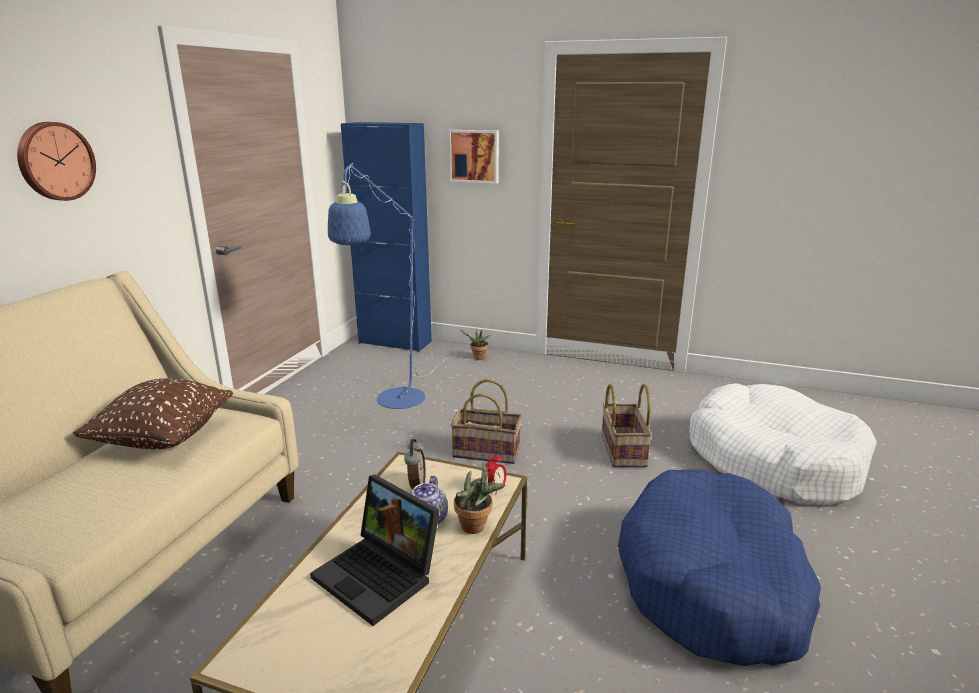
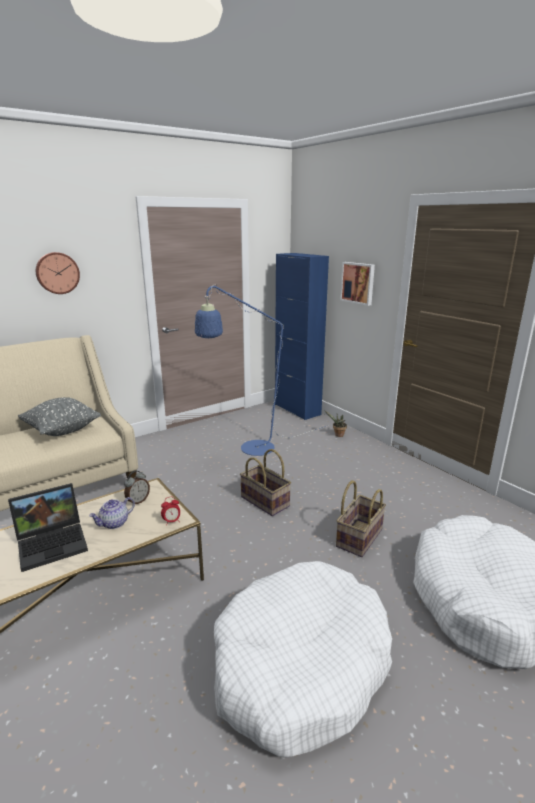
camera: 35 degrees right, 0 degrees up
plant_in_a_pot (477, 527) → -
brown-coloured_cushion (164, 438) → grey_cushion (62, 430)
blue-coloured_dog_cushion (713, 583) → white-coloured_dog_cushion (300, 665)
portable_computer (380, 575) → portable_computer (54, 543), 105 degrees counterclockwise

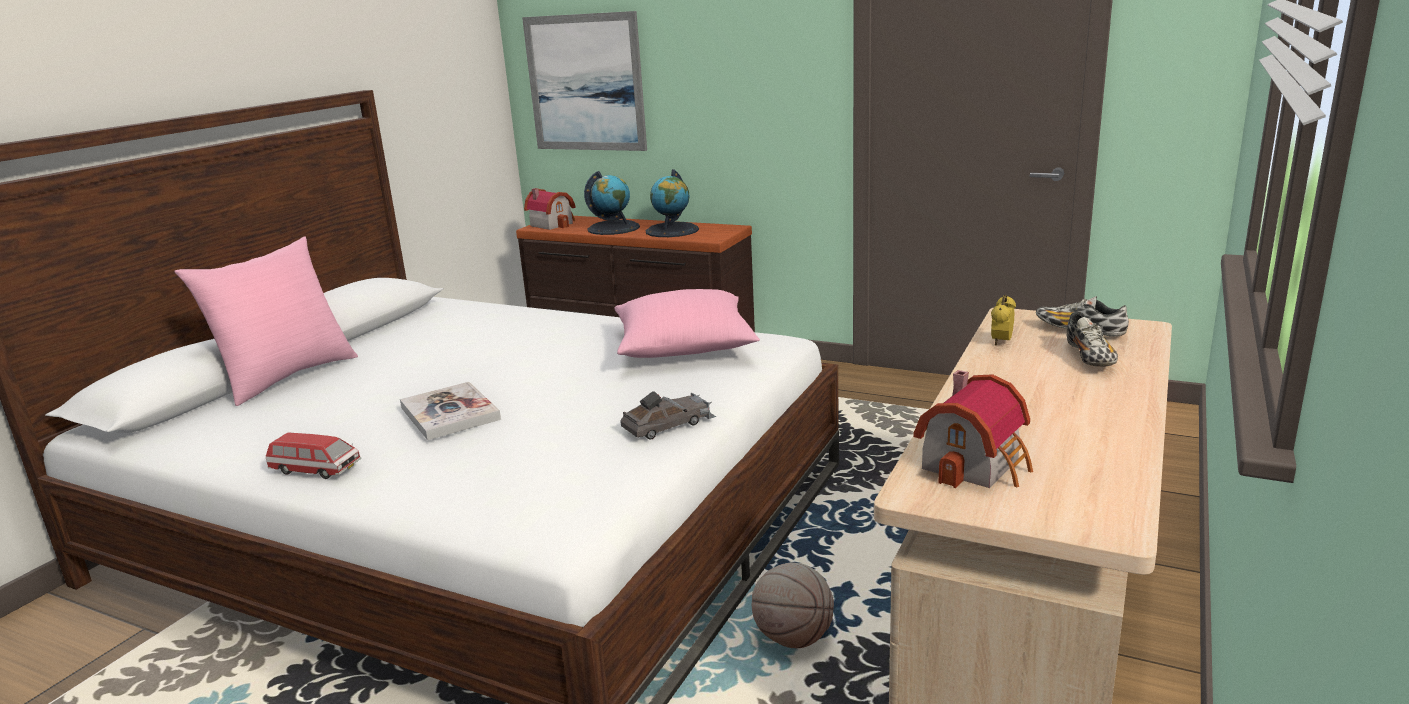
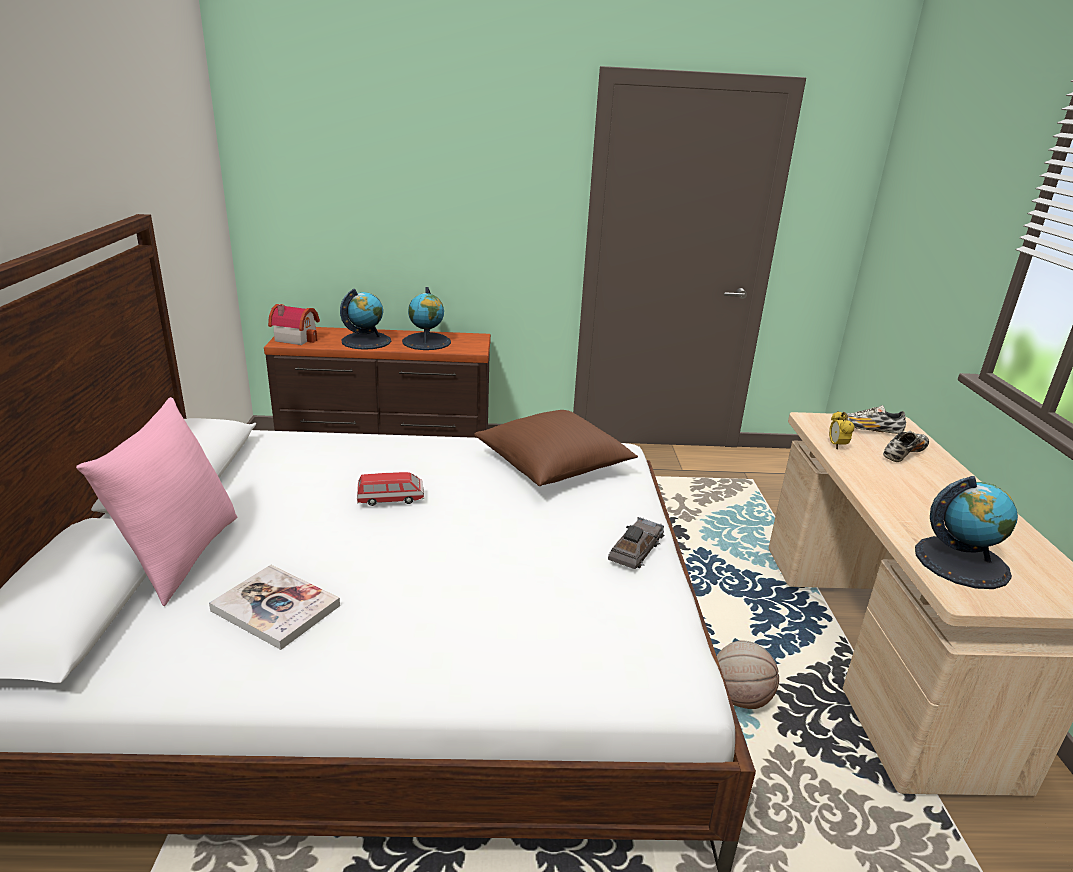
camera: 30 degrees left, 5 degrees up
picture (585, 83) → -
model_car (315, 470) → model_car (391, 499), relocated
book (450, 413) → book (276, 608), relocated
toy_house (977, 464) → globe (961, 562)
pinkish_cushion (684, 347) → brown-coloured_cushion (553, 465)
item_of_footwear (1090, 358) → item_of_footwear (904, 454), 105 degrees counterclockwise

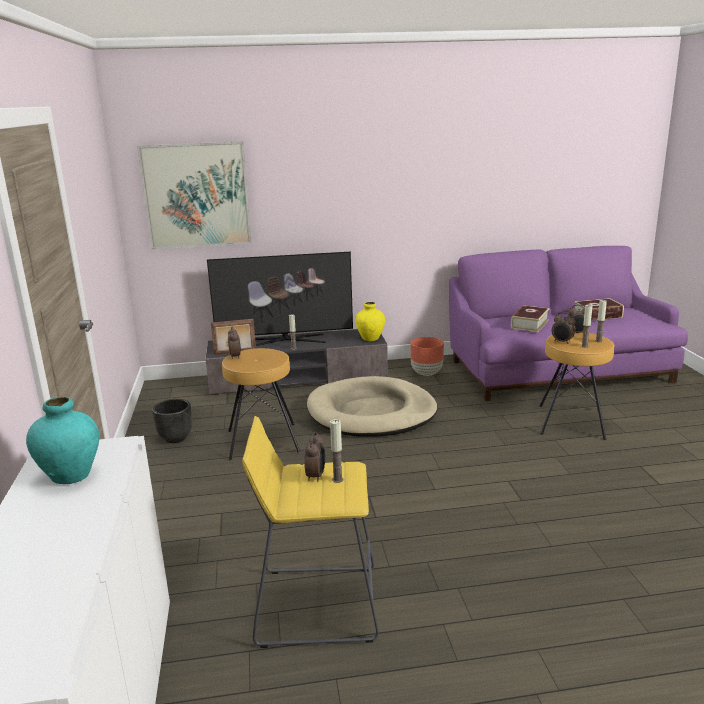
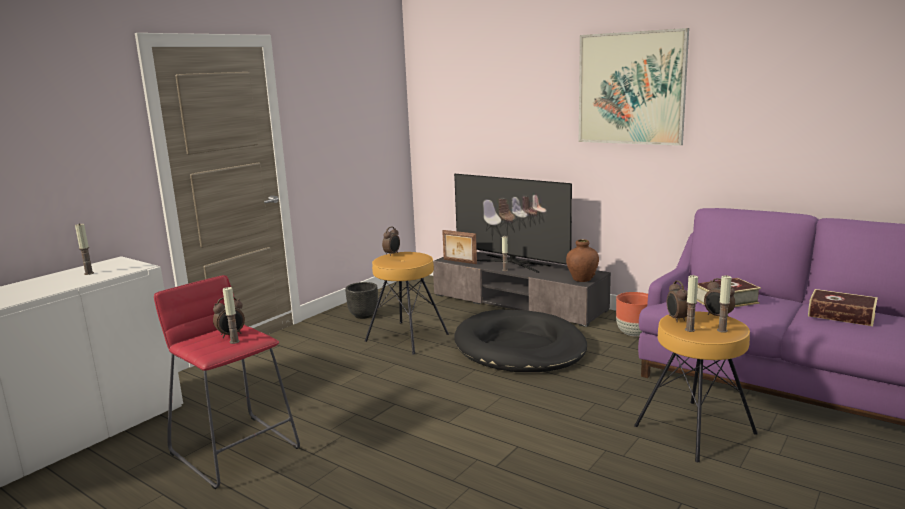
camera: 45 degrees right, 5 degrees down
picture (196, 195) → picture (631, 88), relocated
blue-green_decorative_vase (71, 476) → candle (89, 273)
yellow-coloured_stool_seat (317, 604) → red-coloured_stool_seat (235, 450)
beige-coloured_dog_cushion (371, 413) → black_dog_cushion (519, 347)
yellow-coloured_decorative_vase (370, 338) → brown-coloured_decorative_vase (582, 279)

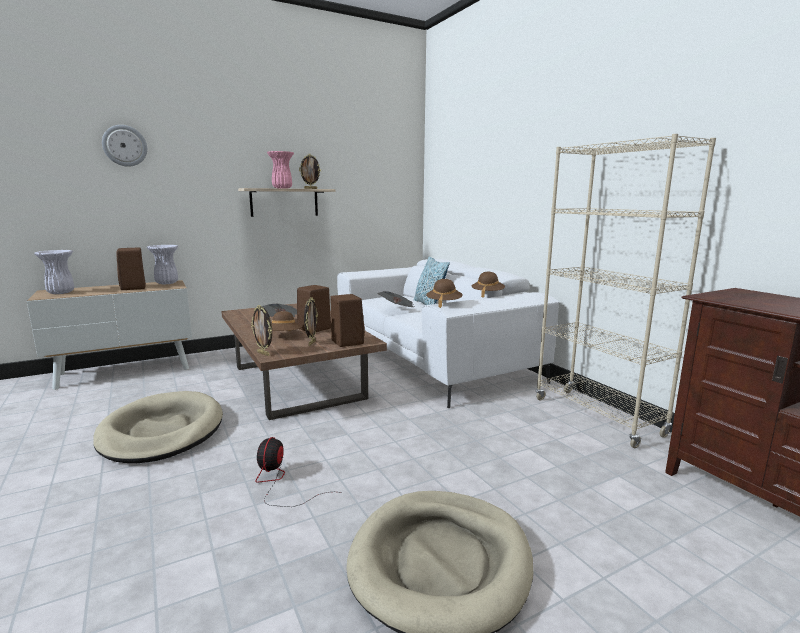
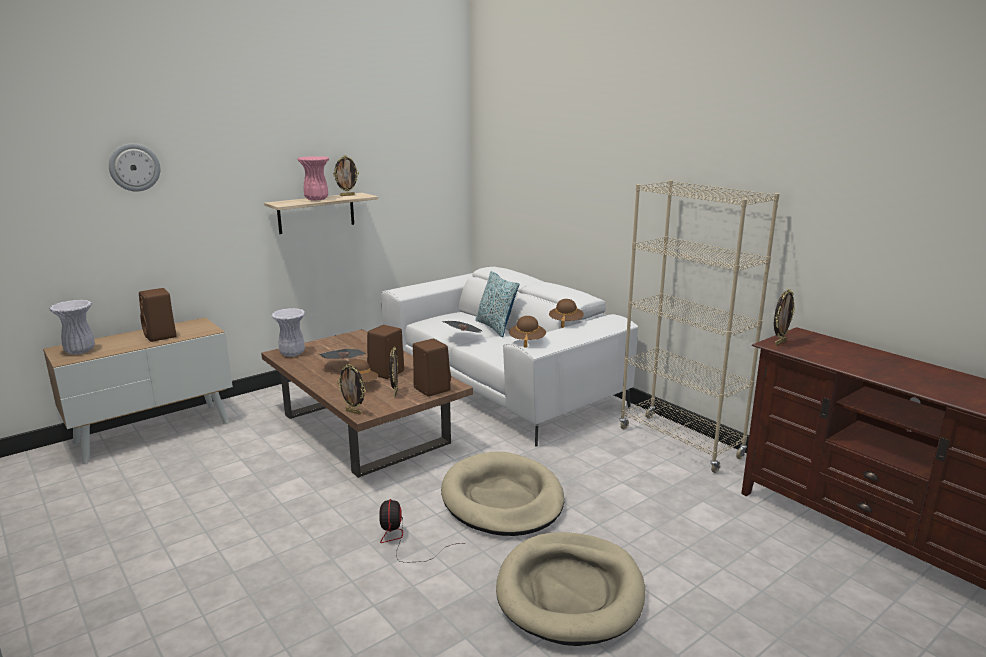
camera: 10 degrees left, 5 degrees up
- → standing_frame (779, 343)
beige-coloured_dog_cushion (162, 431) → beige-coloured_dog_cushion (502, 499), relocated
white-coloured_decorative_vase (167, 283) → white-coloured_decorative_vase (292, 353), relocated

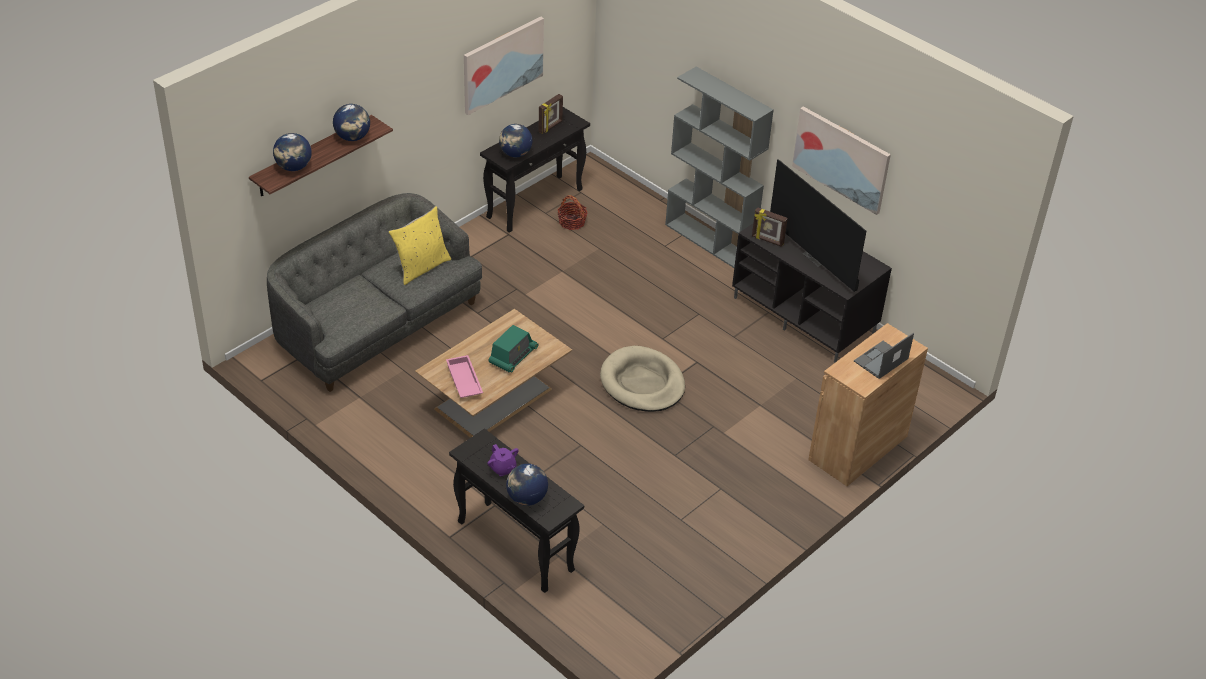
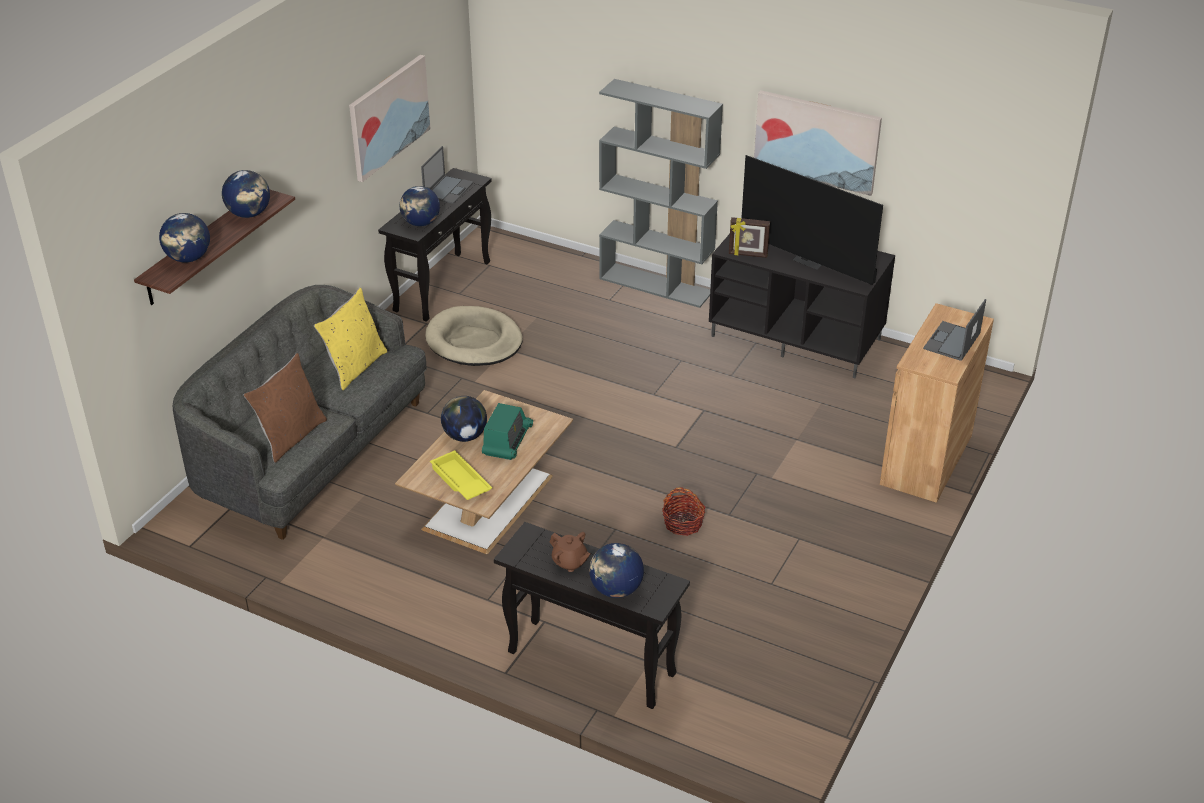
camera: 15 degrees left, 5 degrees down
- → brown-coloured_cushion (291, 437)
- → globe (465, 436)
basket (572, 222) → basket (683, 523), relocated
beige-coloured_dog_cushion (642, 383) → beige-coloured_dog_cushion (474, 341), relocated
standing_frame (550, 127) → portable_computer (448, 189)
pinkish_serving_tray (463, 381) → yellow-coloured_serving_tray (459, 481)
purple_teapot (503, 468) → brown-coloured_teapot (570, 562)

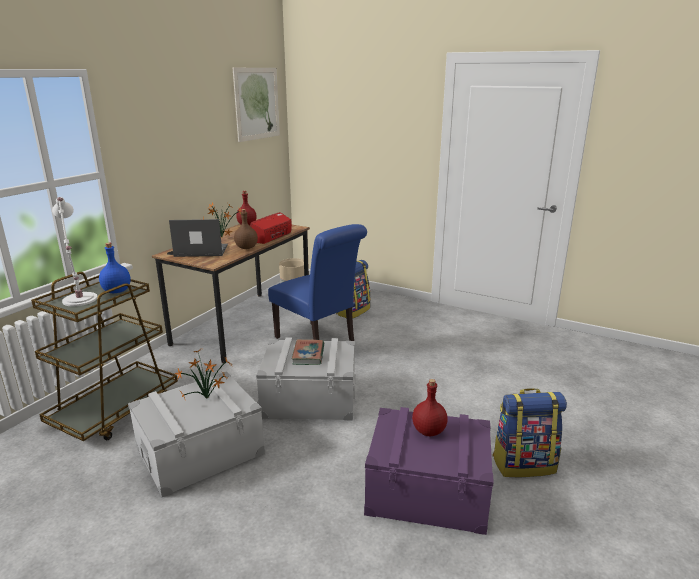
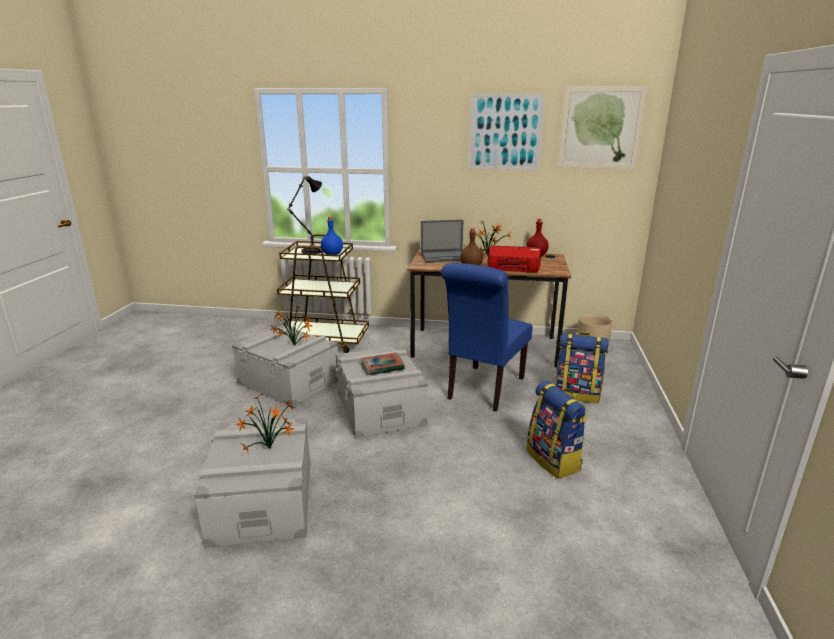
camera: 70 degrees right, 0 degrees up
- → picture (505, 132)
knapsack (523, 464) → knapsack (554, 460), relocated
red-coloured_bottle (428, 431) → plant_in_a_pot (271, 448)
white-coloured_lamp_for_a_table (80, 301) → black_lamp_for_a_table (311, 251)
purple_storage_container (427, 489) → grey_storage_container (263, 501)
portable_computer (200, 251) → portable_computer (445, 257), 105 degrees clockwise

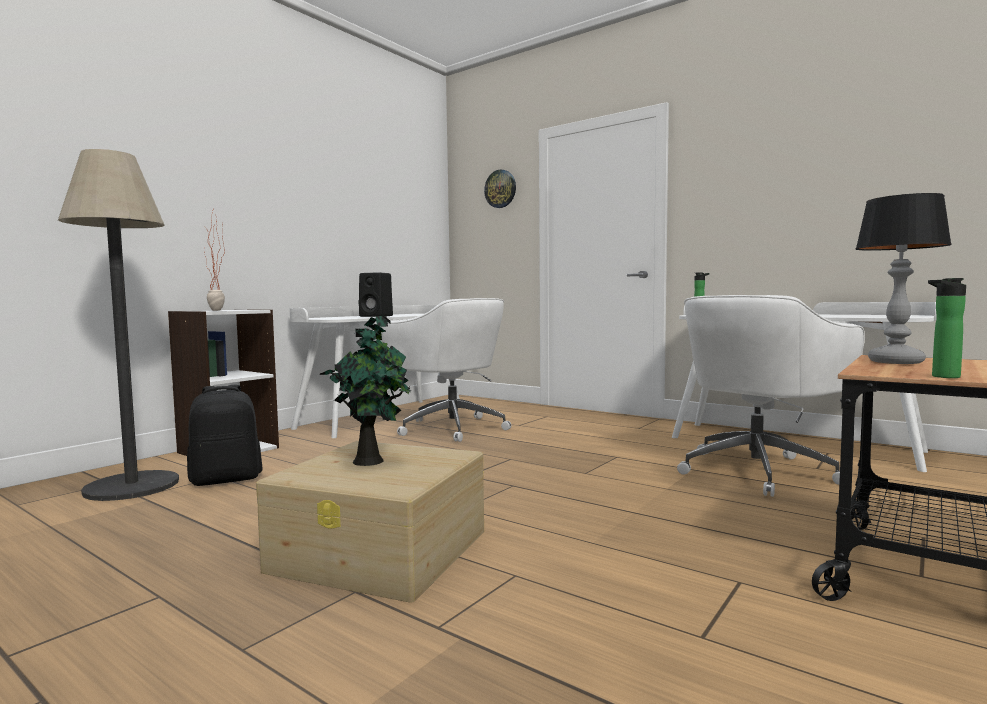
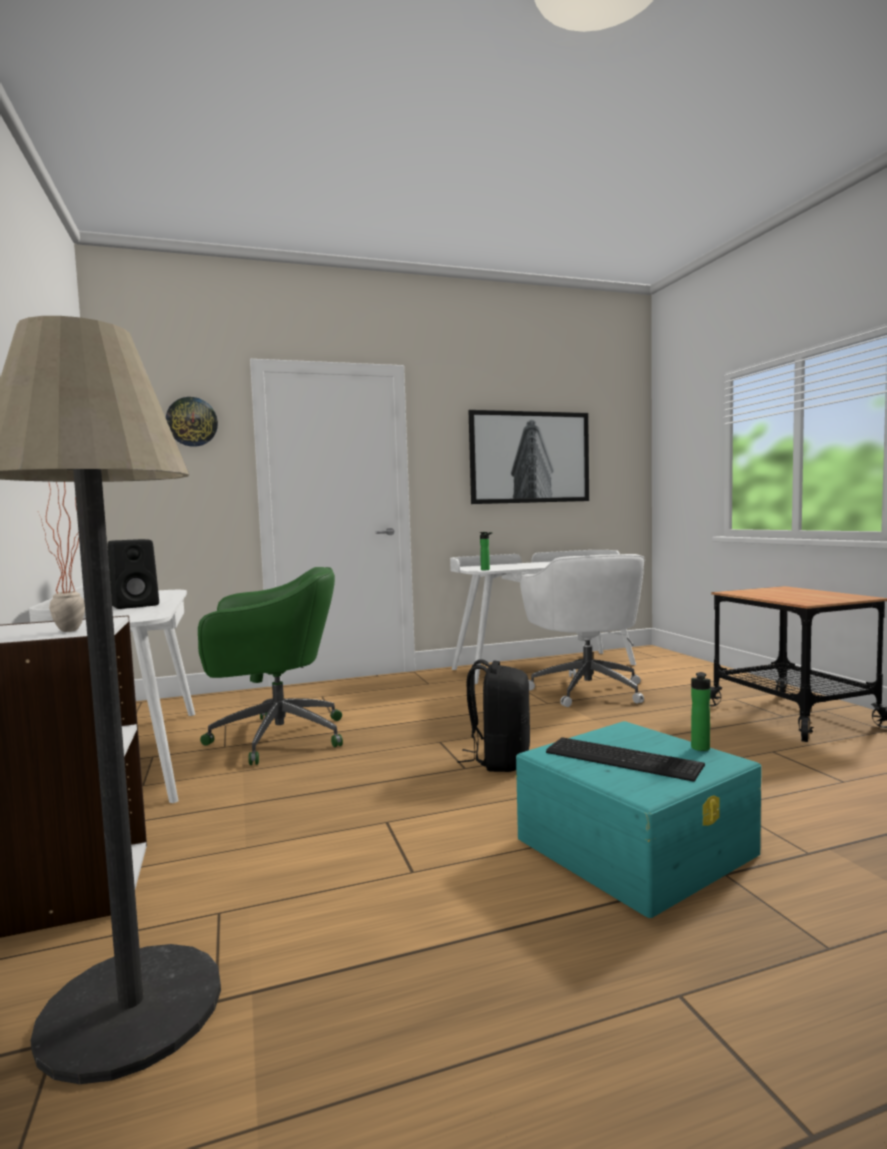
camera: 55 degrees left, 0 degrees up
lamp_for_a_table (894, 362) → -
- → picture (529, 457)
black_knapsack (226, 479) → black_knapsack (499, 760), relocated
bottle (942, 377) → bottle (700, 749), relocated
plant_in_a_pot (371, 461) → PC_keyboard (621, 757)
beige-coloured_storage_container (382, 550) → blue-green_storage_container (636, 845)
white-coloured_office_chair (450, 428) → green-coloured_office_chair (274, 738)

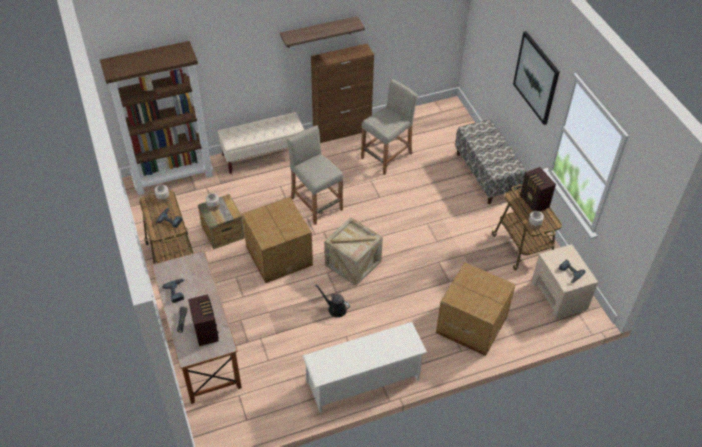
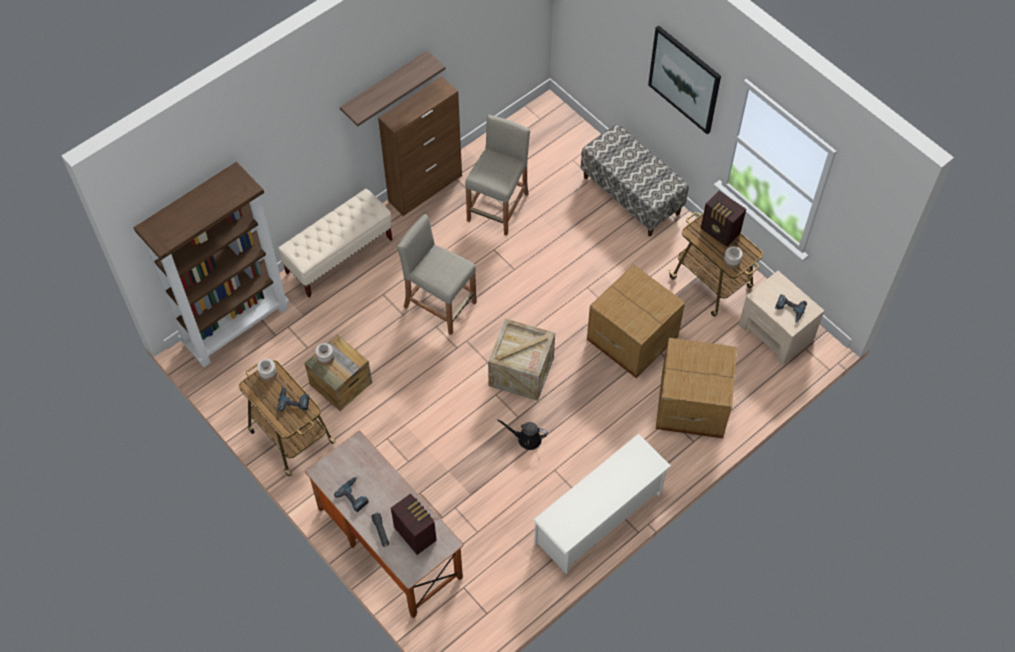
camera: 20 degrees left, 10 degrees up
carton (279, 255) → carton (632, 336), relocated

